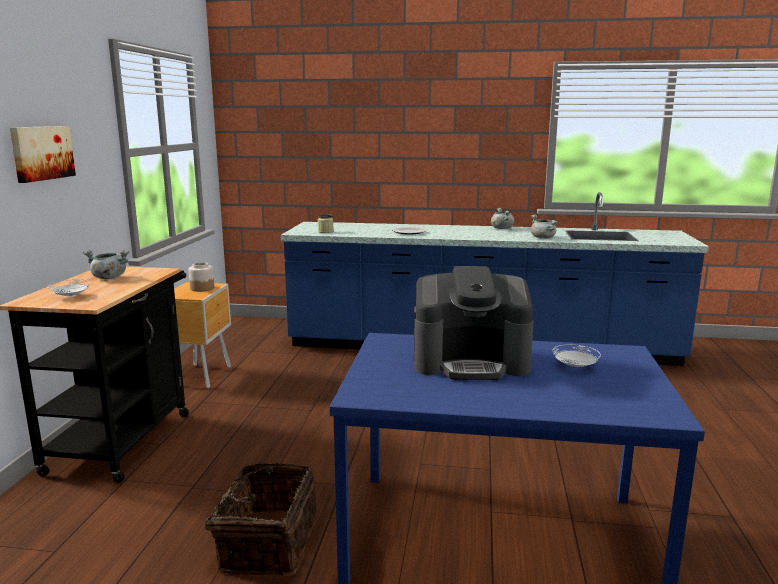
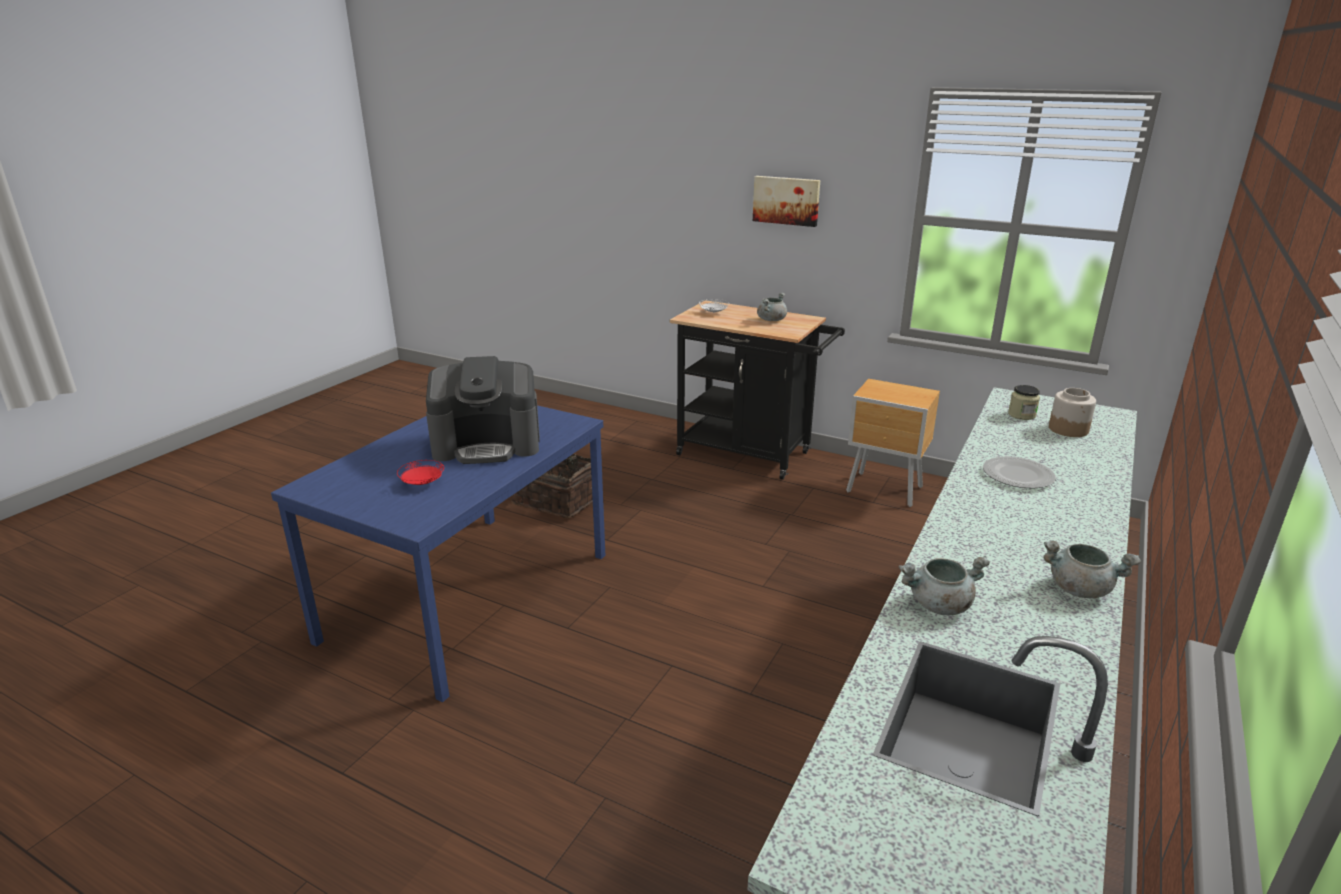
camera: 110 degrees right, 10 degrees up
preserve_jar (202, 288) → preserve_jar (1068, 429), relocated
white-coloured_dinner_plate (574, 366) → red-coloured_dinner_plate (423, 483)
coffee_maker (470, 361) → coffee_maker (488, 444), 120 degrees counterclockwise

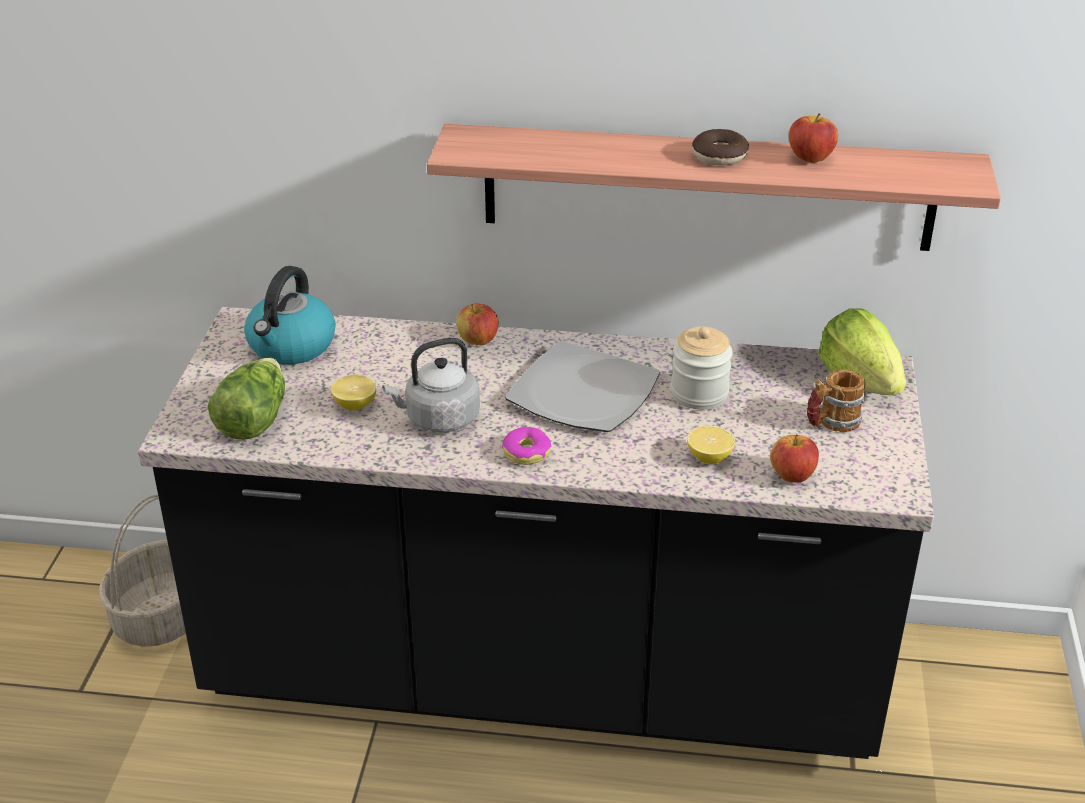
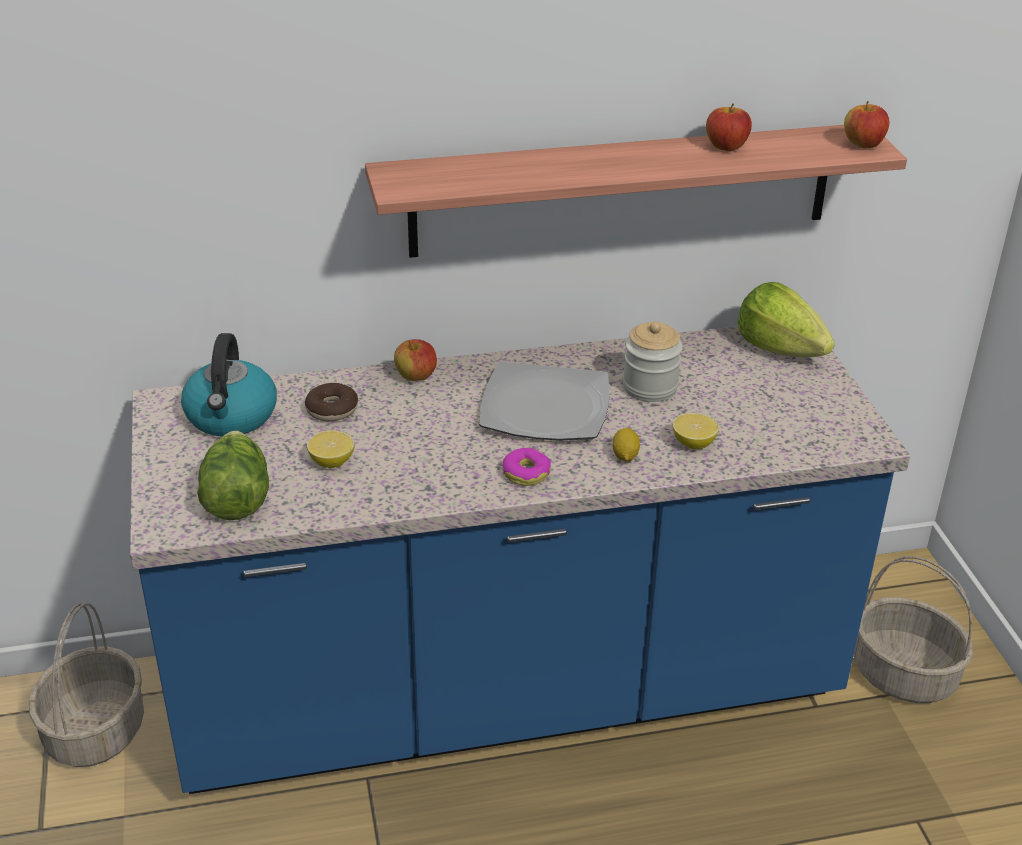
camera: 20 degrees left, 0 degrees up
grey_tea_kettle (438, 419) → -
coffee_mug (831, 423) → -
- → whole_lemon (625, 455)
- → basket (905, 674)
doughnut (719, 156) → doughnut (332, 409), relocated
apple (792, 476) → apple (863, 145), relocated
black_counter (542, 678) → blue-coloured_counter (507, 695)

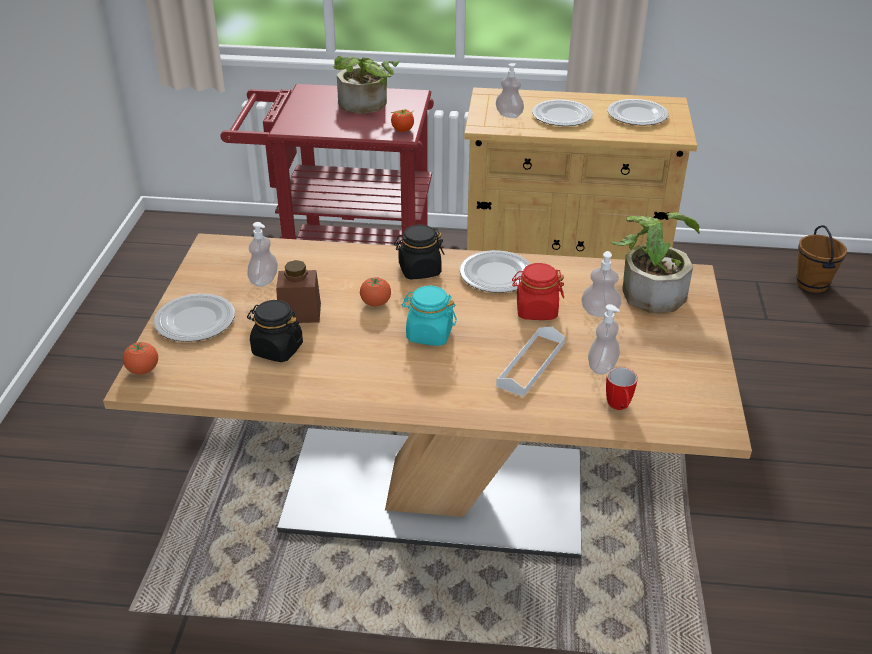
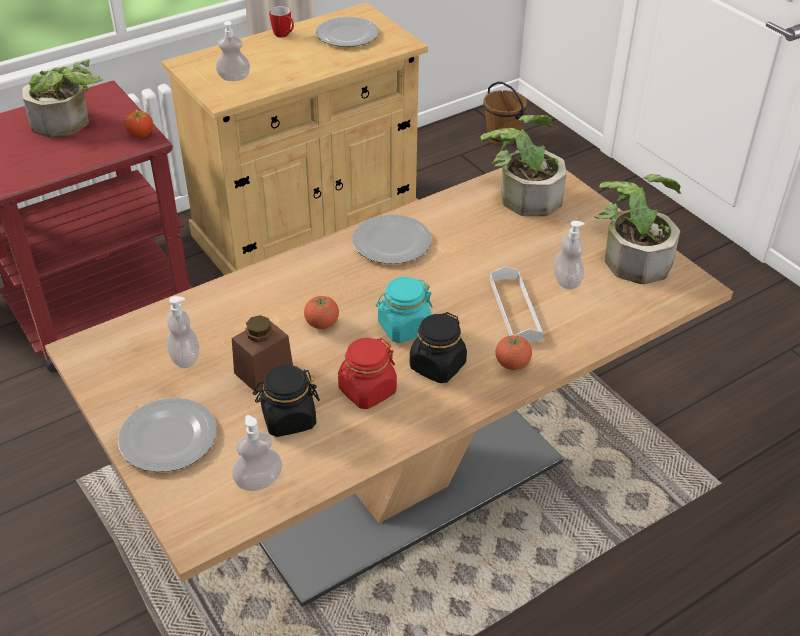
camera: 40 degrees left, 5 degrees up
dinner_plate (562, 115) → -
- → plant_in_a_pot (631, 256)
whole_tomato (143, 370) → whole_tomato (512, 364), relocated
black_preserve_jar (419, 270) → black_preserve_jar (437, 366), relocated
red-coloured_preserve_jar (536, 310) → red-coloured_preserve_jar (367, 391), relocated
soap_bottle (599, 312) → soap_bottle (259, 481), relocated
coffee_mug (619, 407) → coffee_mug (284, 36), relocated

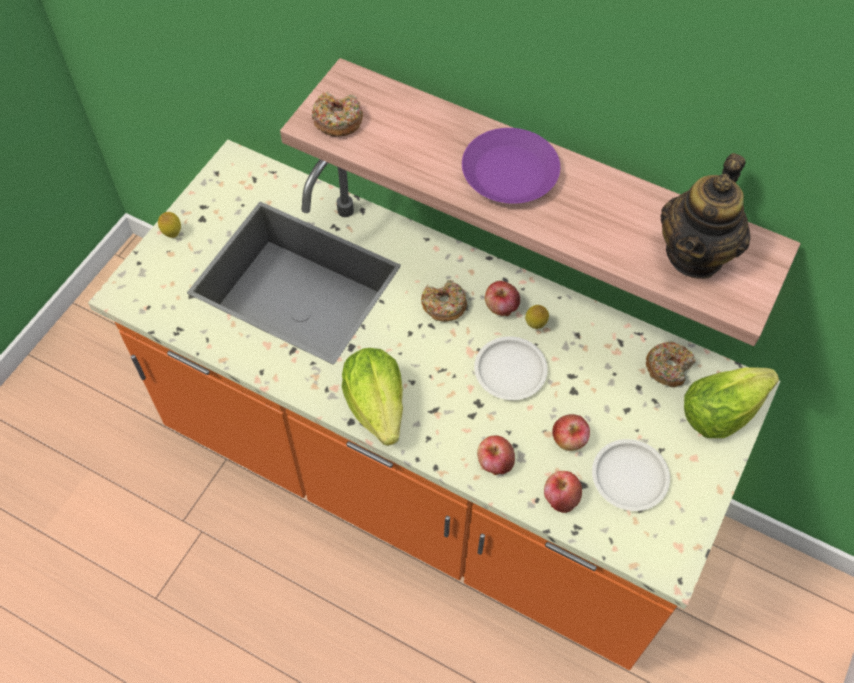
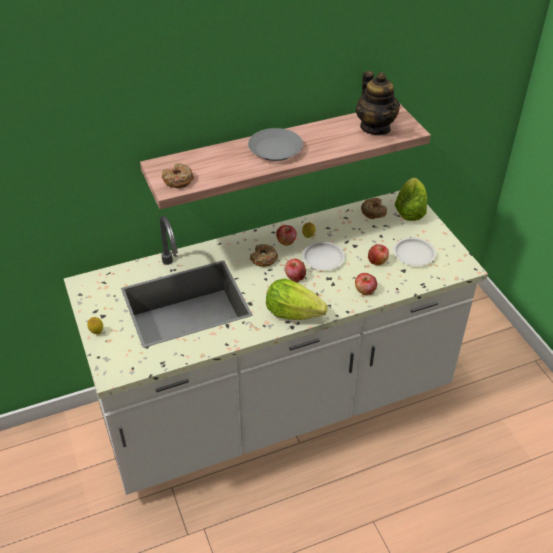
camera: 50 degrees left, 15 degrees down
apple (560, 498) → apple (295, 277), relocated
orangey_counter (425, 480) → white-coloured_counter (276, 404)
purple_dinner_plate (511, 173) → grey_dinner_plate (276, 149)

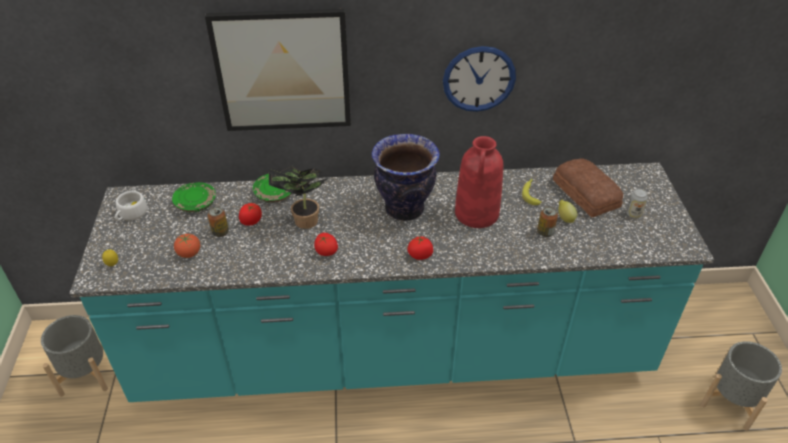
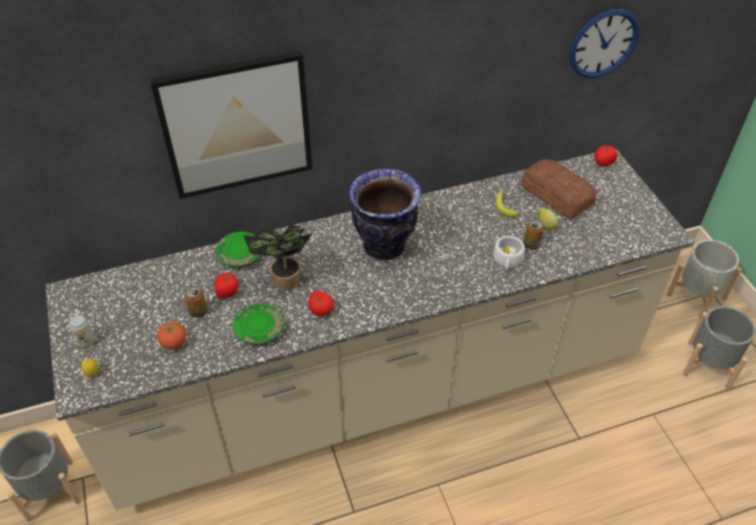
camera: 15 degrees left, 5 degrees up
red-coloured_decorative_vase (477, 214) → -
- → grey_planter (696, 297)
white-coloured_small_cup (131, 214) → white-coloured_small_cup (507, 261), relocated
green-coloured_dinner_plate (196, 203) → green-coloured_dinner_plate (259, 330), relocated
whole_tomato (420, 255) → whole_tomato (603, 163), relocated
wall_clock (479, 79) → wall_clock (603, 43), relocated
can (633, 214) → can (86, 341), relocated
blue-green_counter (394, 353) → beige-coloured_counter (378, 390)

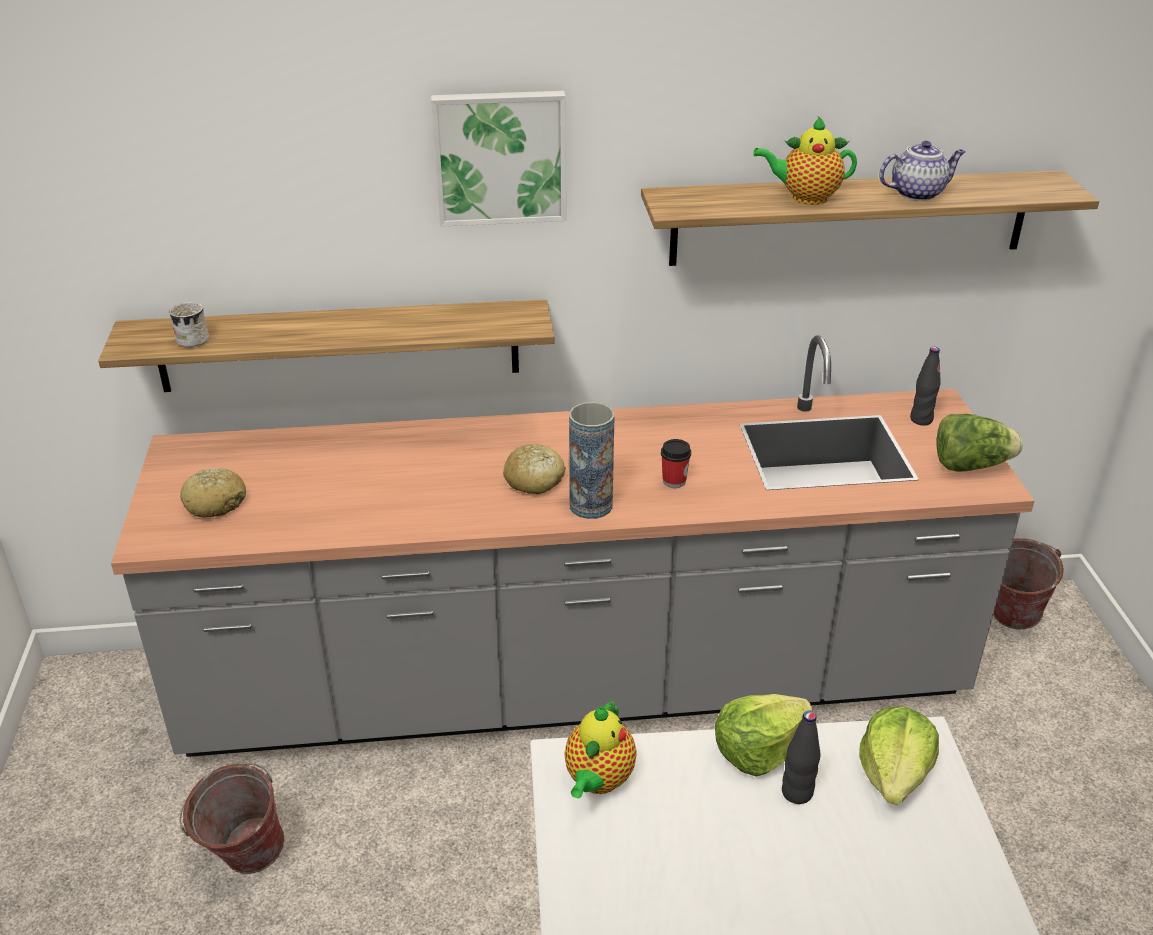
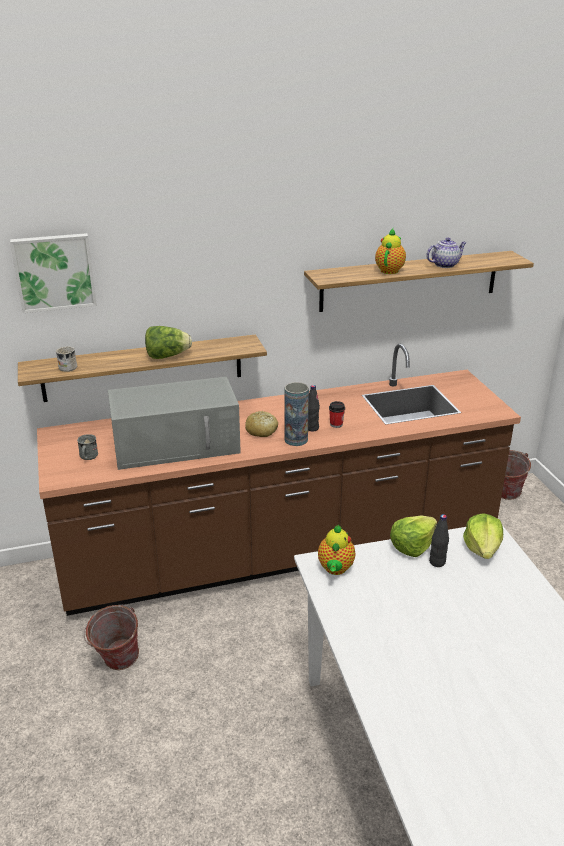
camera: 10 degrees left, 5 degrees down
- → grey_microwave (178, 444)
picture (500, 157) → picture (54, 272), relocated
black_bottle (921, 420) → black_bottle (312, 428), relocated
head_of_lettuce (970, 465) → head_of_lettuce (167, 356), relocated
baked_bread (215, 503) → grey_coffee_mug (87, 457)
grey_counter (576, 685) → brown-coloured_counter (282, 553)
teapot (805, 198) → teapot (390, 270), 120 degrees clockwise

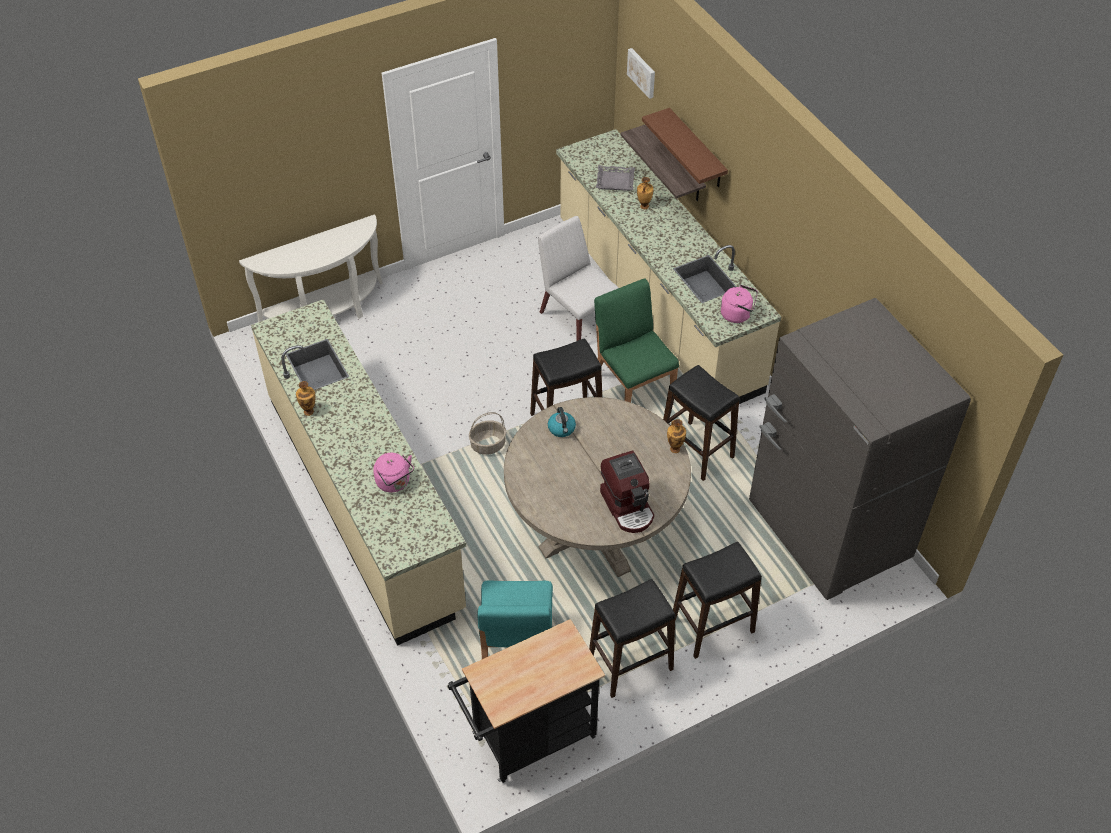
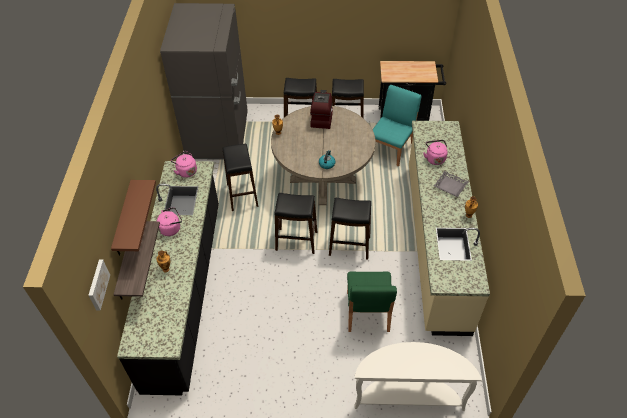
camera: 150 degrees left, 0 degrees up
white-coloured_plain_chair (577, 318) → -
- → pinkish_tea_kettle (171, 228)
green-coloured_plain_chair (633, 384) → green-coloured_plain_chair (367, 312), relocated
grey_serving_tray (615, 181) → grey_serving_tray (450, 186), relocated
basket (488, 444) → black_stool_seat (349, 246)
beige-coloured_counter (656, 305) → black_counter (185, 292)

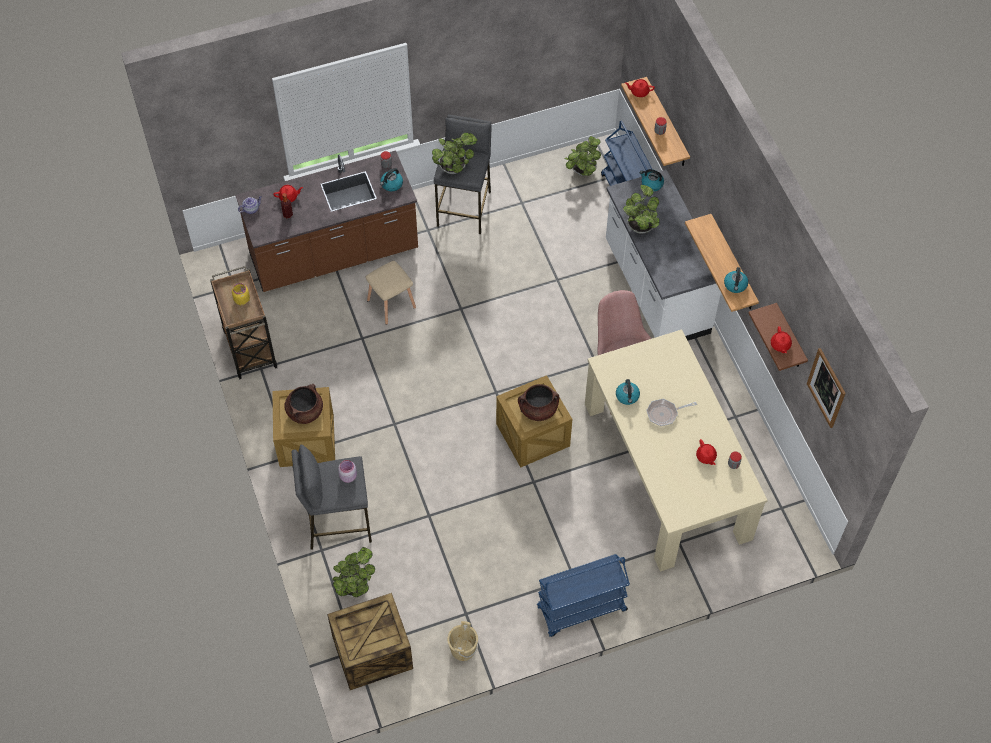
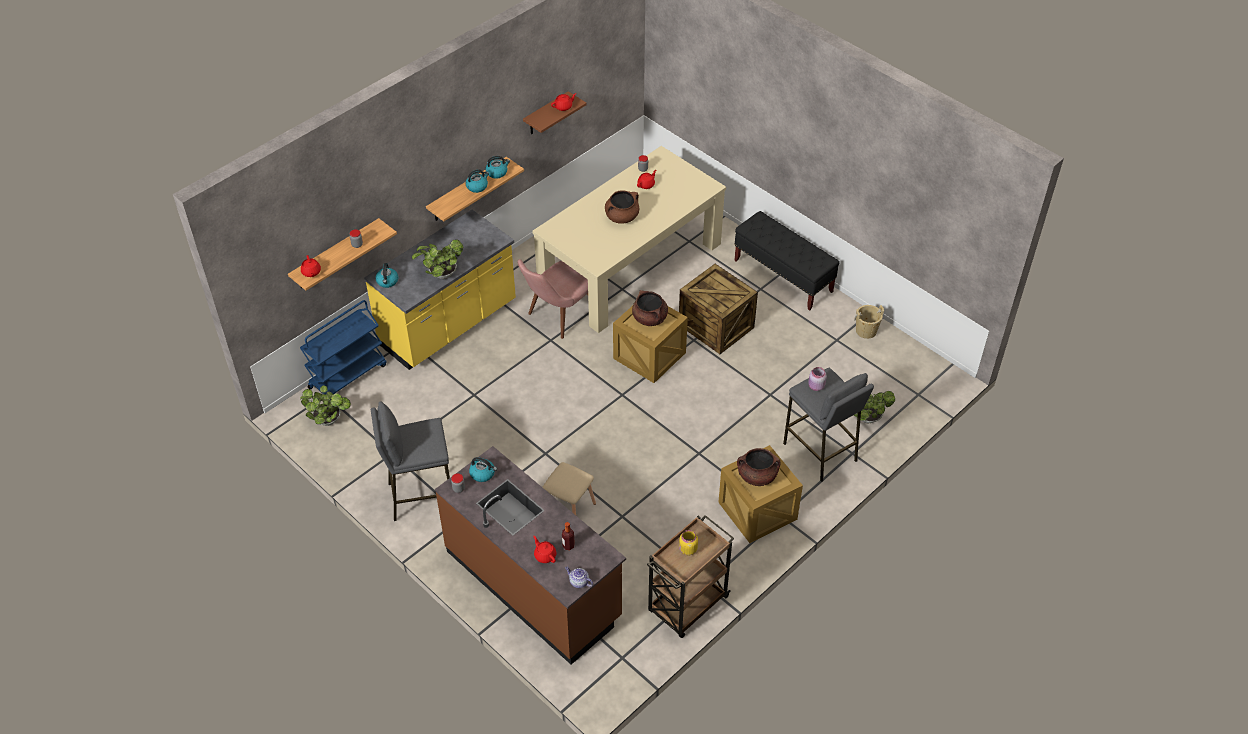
camera: 115 degrees left, 10 degrees down
plant_in_a_pot (454, 167) → -
picture (826, 388) → -
packing_crate (372, 654) → packing_crate (717, 326), relocated
tea_kettle (627, 396) → tea_kettle (477, 186), relocated
blue-coloured_cart (581, 609) → black_indoor_bench (783, 276)
skillet (664, 413) → brown-coloured_stockpot (622, 217)
white-coloured_counter (655, 288) → yellow-coloured_counter (449, 325)

